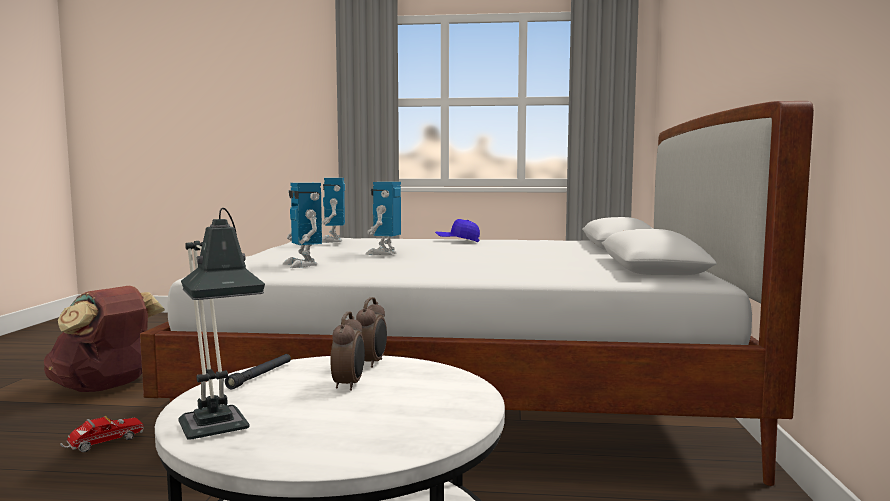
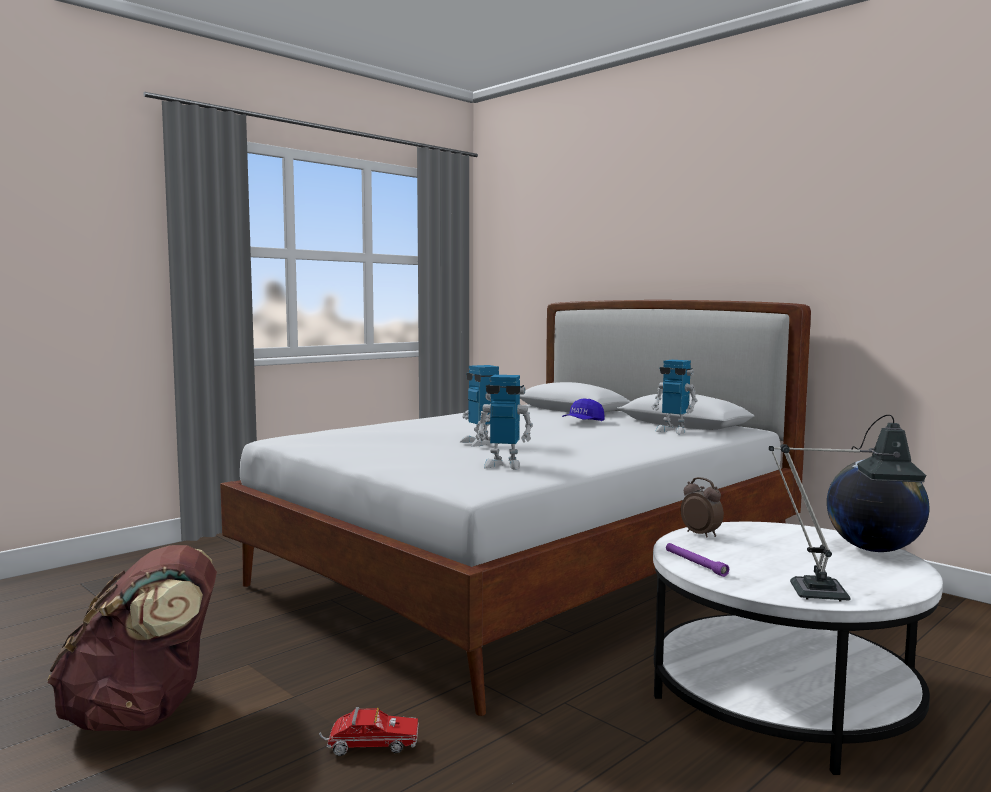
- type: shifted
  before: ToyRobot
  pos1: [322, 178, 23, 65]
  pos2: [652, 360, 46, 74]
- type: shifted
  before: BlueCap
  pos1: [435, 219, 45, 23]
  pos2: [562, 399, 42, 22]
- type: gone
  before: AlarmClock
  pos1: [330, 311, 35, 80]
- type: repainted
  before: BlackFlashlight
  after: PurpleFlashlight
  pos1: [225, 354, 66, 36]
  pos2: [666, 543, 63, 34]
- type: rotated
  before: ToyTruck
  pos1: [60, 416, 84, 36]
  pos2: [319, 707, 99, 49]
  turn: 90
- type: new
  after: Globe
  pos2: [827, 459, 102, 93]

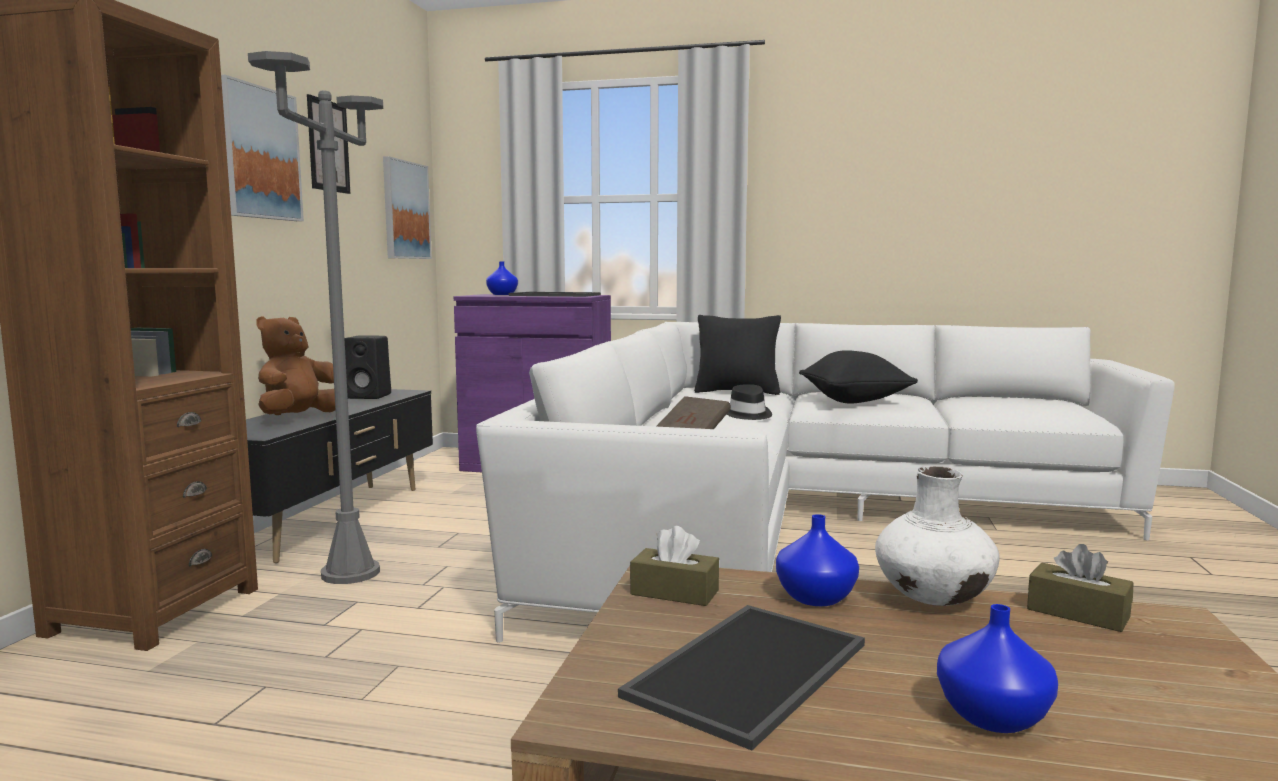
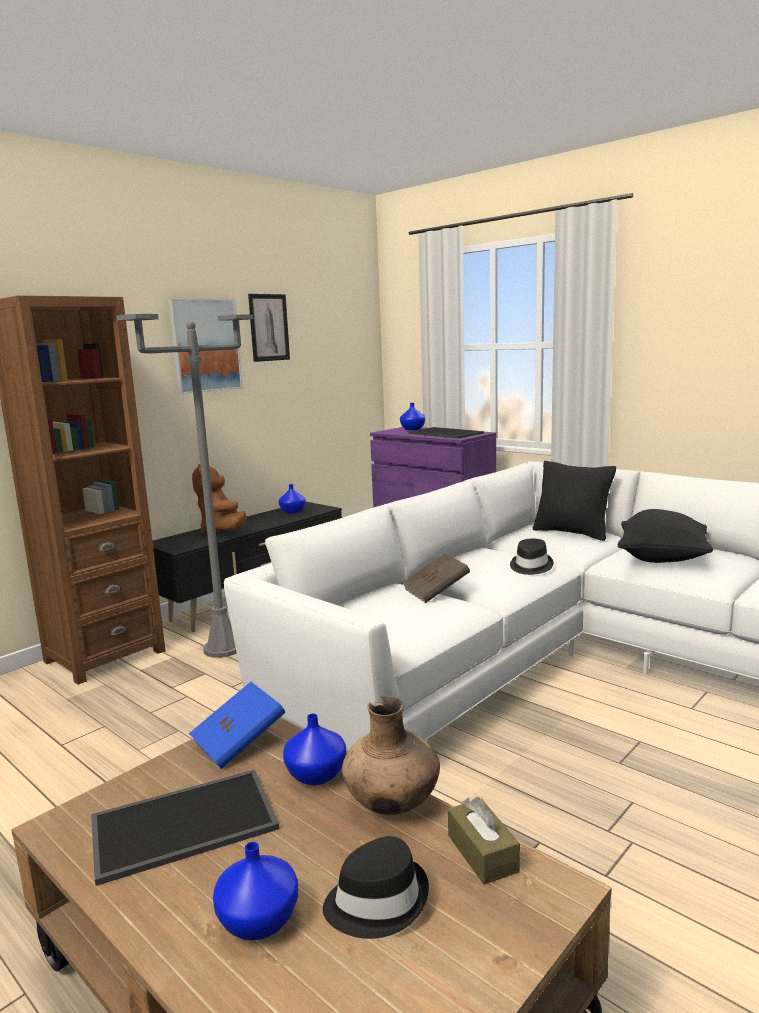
- type: gone
  before: Picture
  pos1: [383, 156, 49, 103]
- type: rotated
  before: BrownPlushToy
  pos1: [257, 316, 78, 99]
  pos2: [192, 464, 54, 71]
  turn: -75
- type: swapped
  before: BlackSpeaker
  after: BlueVase
  pos1: [345, 335, 46, 64]
  pos2: [279, 484, 27, 30]
- type: repainted
  before: WhiteVase
  after: BrownVase
  pos1: [875, 466, 125, 140]
  pos2: [342, 696, 98, 119]
- type: swapped
  before: BrownTissueBox
  after: BlueBook
  pos1: [630, 526, 89, 80]
  pos2: [189, 682, 96, 87]
- type: new
  after: BlackHat
  pos2: [323, 836, 106, 103]

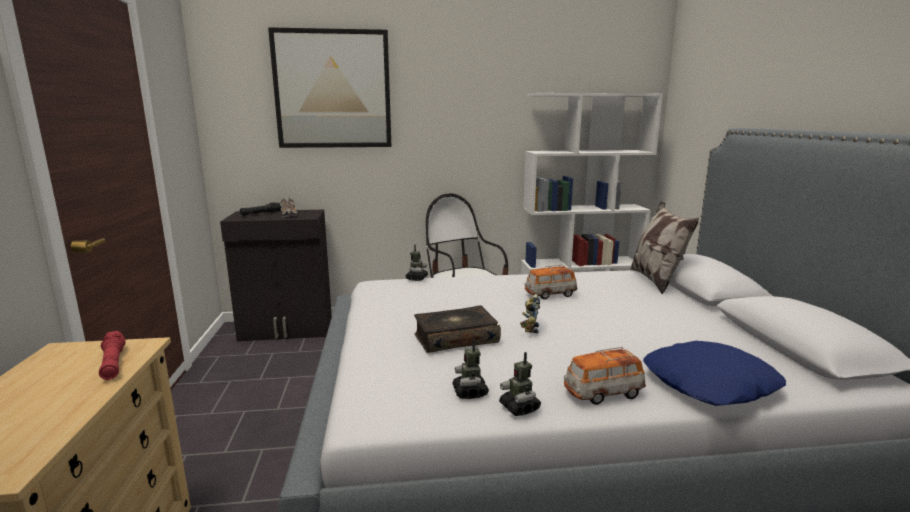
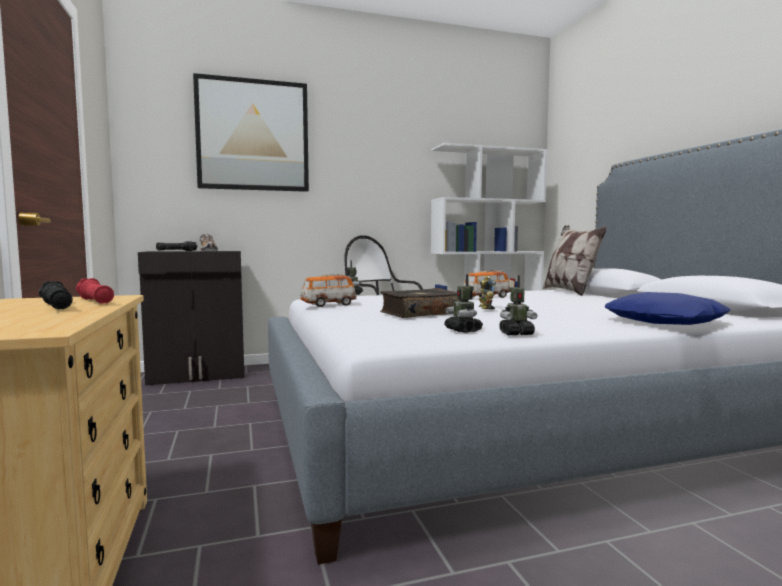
- type: shifted
  before: ToyCar
  pos1: [564, 347, 82, 58]
  pos2: [300, 274, 57, 33]
- type: rotated
  before: ToyRobot
  pos1: [499, 352, 42, 64]
  pos2: [499, 275, 38, 60]
  turn: -60
- type: new
  after: BlackFlashlight
  pos2: [39, 281, 34, 28]

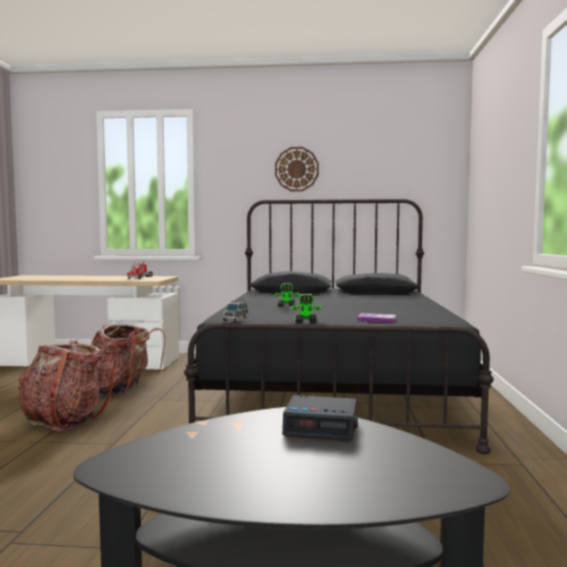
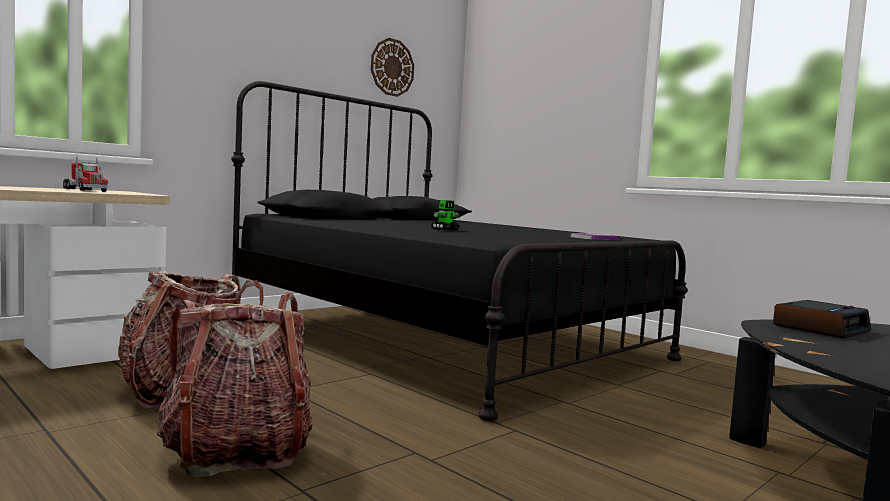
- type: shifted
  before: WallClock
  pos1: [275, 147, 44, 45]
  pos2: [371, 38, 43, 59]
- type: gone
  before: ToyRobot
  pos1: [289, 294, 35, 28]
- type: gone
  before: GreyToyCar
  pos1: [223, 300, 25, 22]

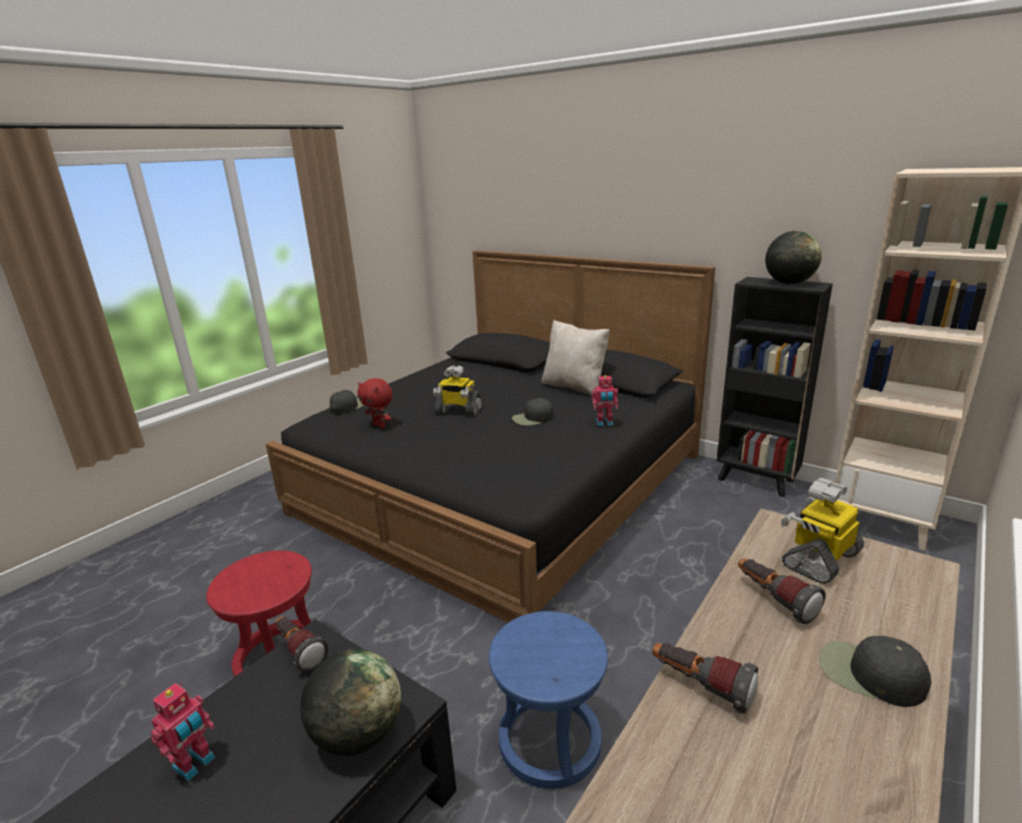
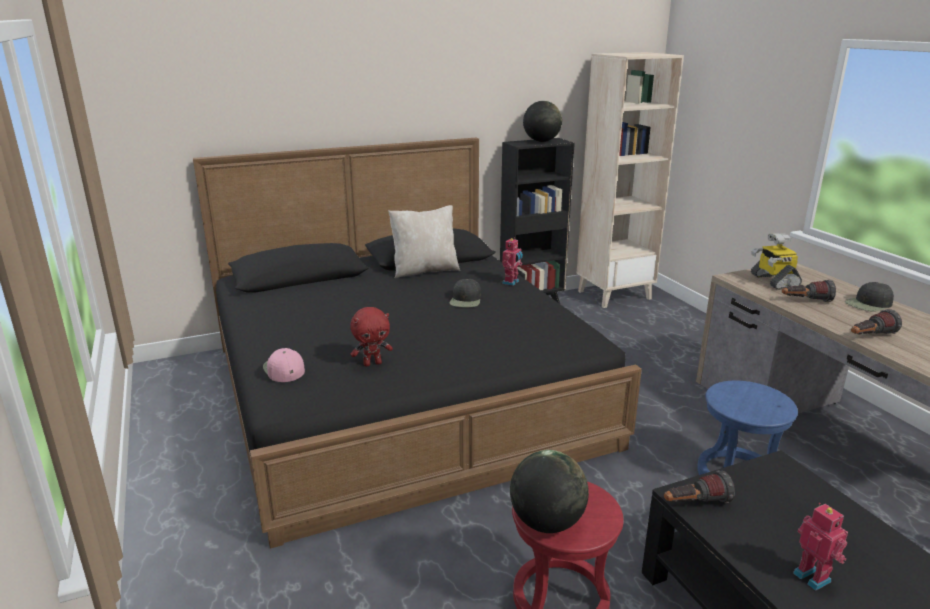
- type: gone
  before: ToyRobot
  pos1: [433, 365, 49, 51]
- type: repainted
  before: BlackCap
  after: PinkCap
  pos1: [330, 390, 34, 24]
  pos2: [263, 348, 42, 34]
- type: shifted
  before: Globe
  pos1: [300, 649, 101, 107]
  pos2: [510, 450, 79, 83]

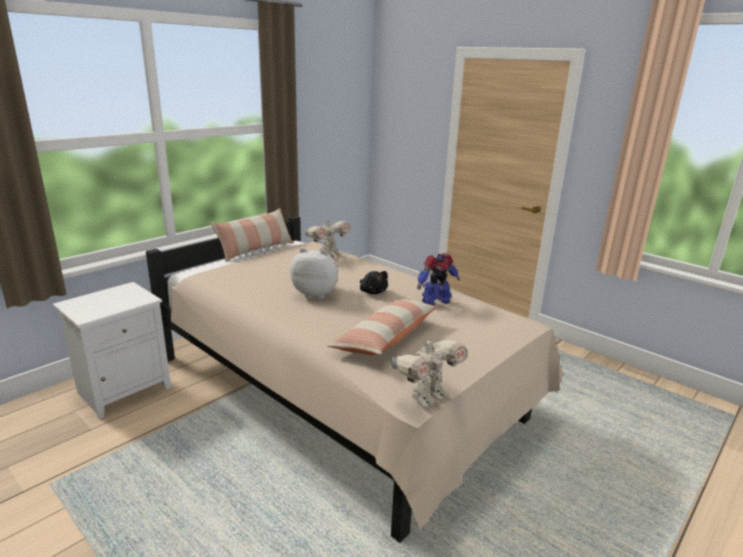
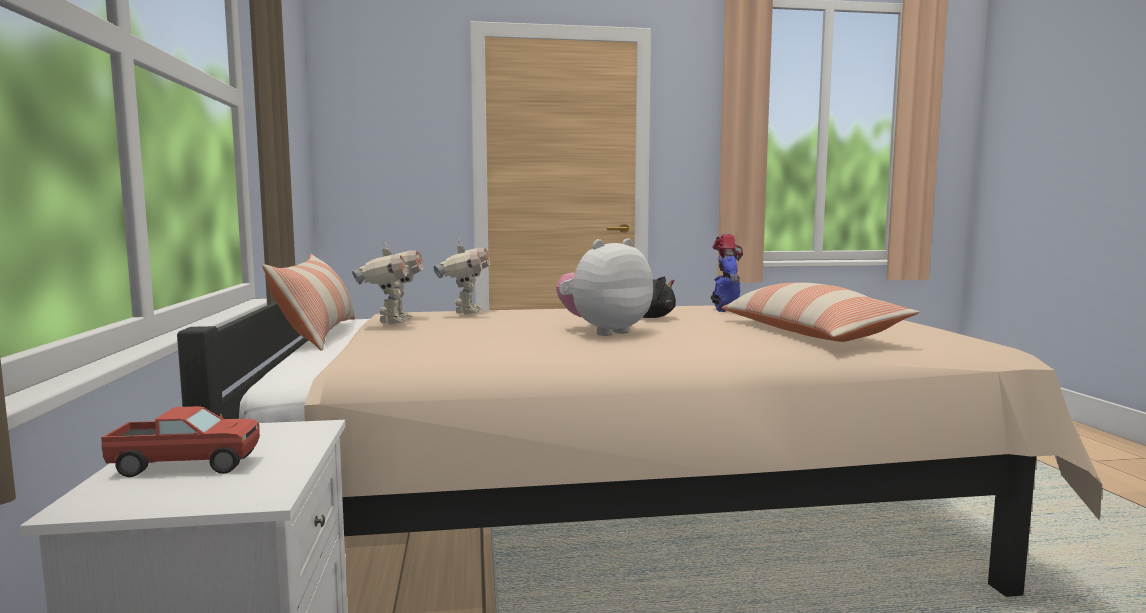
- type: shifted
  before: ToyRobot
  pos1: [391, 334, 77, 72]
  pos2: [352, 240, 72, 84]
- type: new
  after: ToyTruck
  pos2: [101, 406, 159, 71]

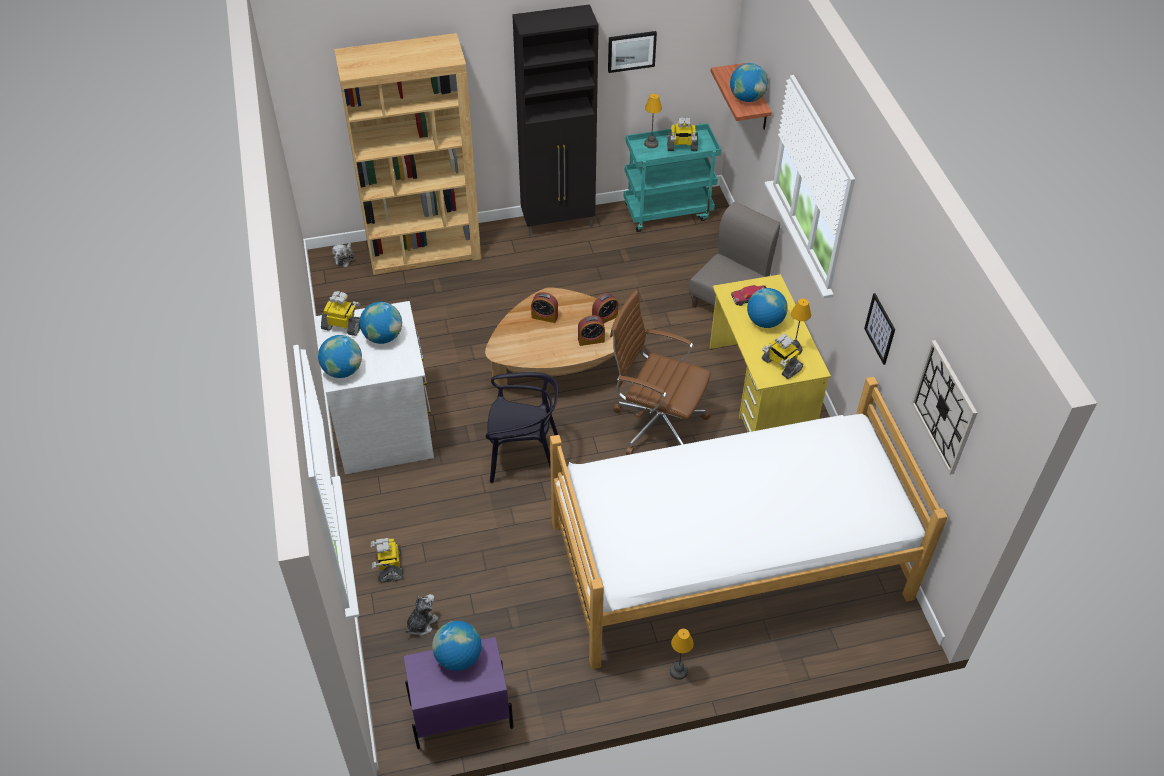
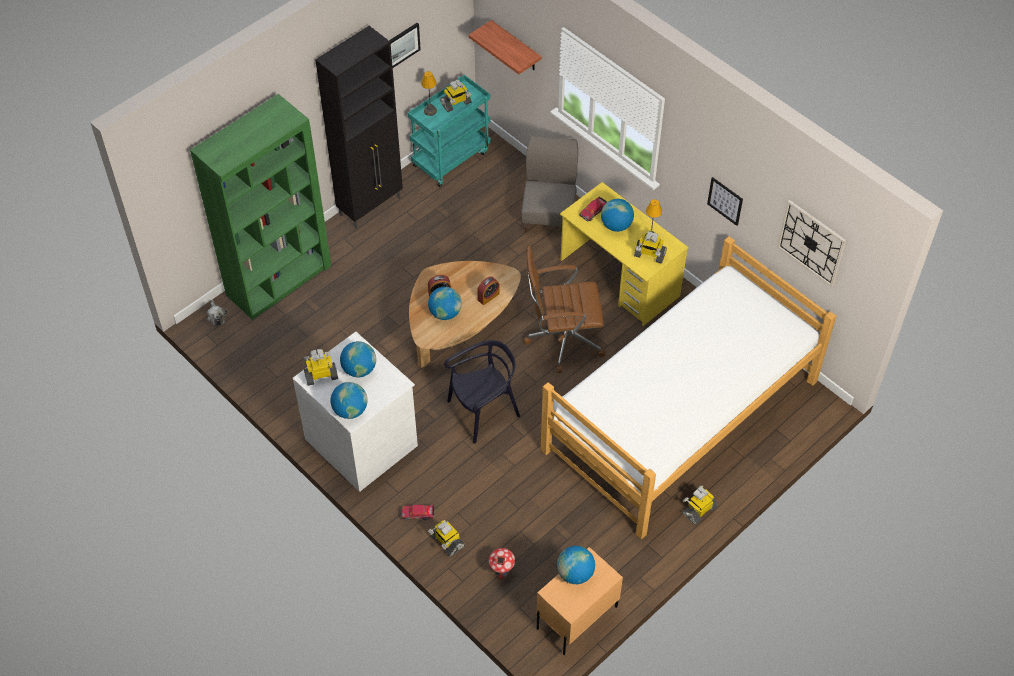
- type: repainted
  before: BrownBookcase
  after: GreenBookcase
  pos1: [334, 33, 147, 242]
  pos2: [190, 94, 141, 226]
- type: shifted
  before: Globe
  pos1: [730, 63, 38, 39]
  pos2: [428, 287, 34, 33]
- type: gone
  before: AlarmClock
  pos1: [592, 293, 26, 30]
- type: swapped
  before: PlushToy
  after: ToyHouse
  pos1: [405, 594, 34, 41]
  pos2: [489, 548, 26, 32]
- type: swapped
  before: TableLamp
  after: ToyRobot
  pos1: [669, 629, 25, 51]
  pos2: [682, 485, 36, 40]
- type: repainted
  before: PurpleNightstand
  after: BeigeNightstand
  pos1: [404, 637, 110, 112]
  pos2: [537, 547, 86, 108]
- type: new
  after: ToyCar
  pos2: [402, 504, 32, 17]

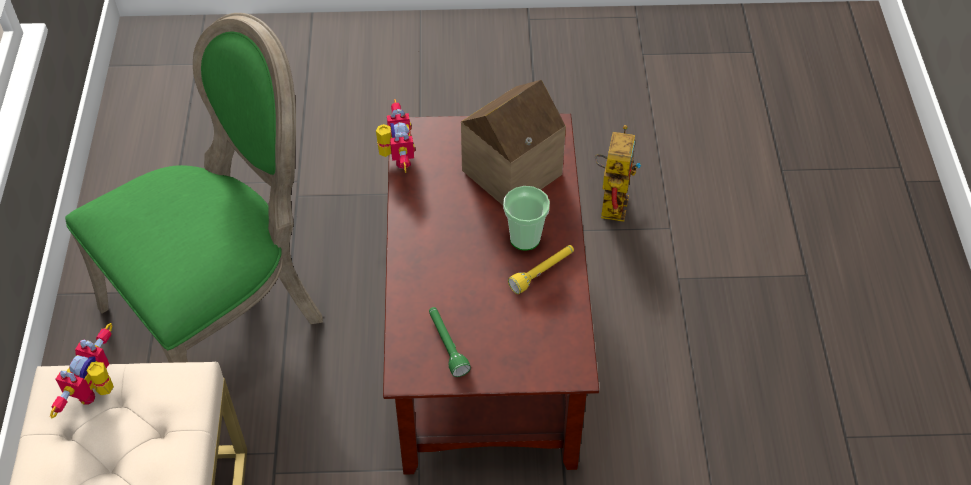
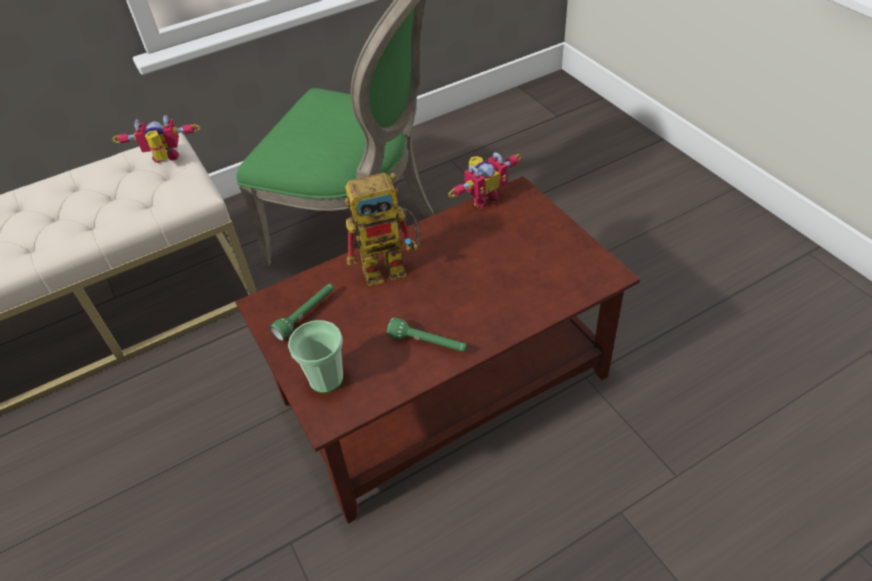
- type: gone
  before: ToyHouse
  pos1: [461, 80, 105, 125]
- type: shifted
  before: ToyRobot
  pos1: [595, 125, 46, 97]
  pos2: [345, 172, 75, 115]
- type: shifted
  before: Cup
  pos1: [503, 186, 47, 65]
  pos2: [288, 320, 55, 73]
- type: repainted
  before: YellowFlashlight
  after: GreenFlashlight
  pos1: [508, 245, 66, 49]
  pos2: [387, 317, 80, 35]

